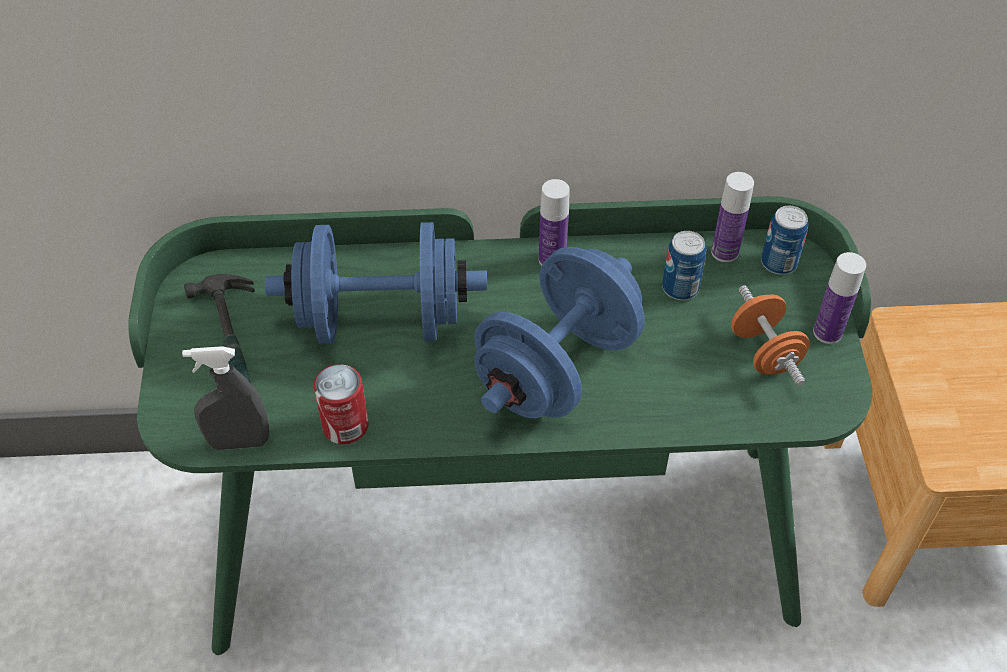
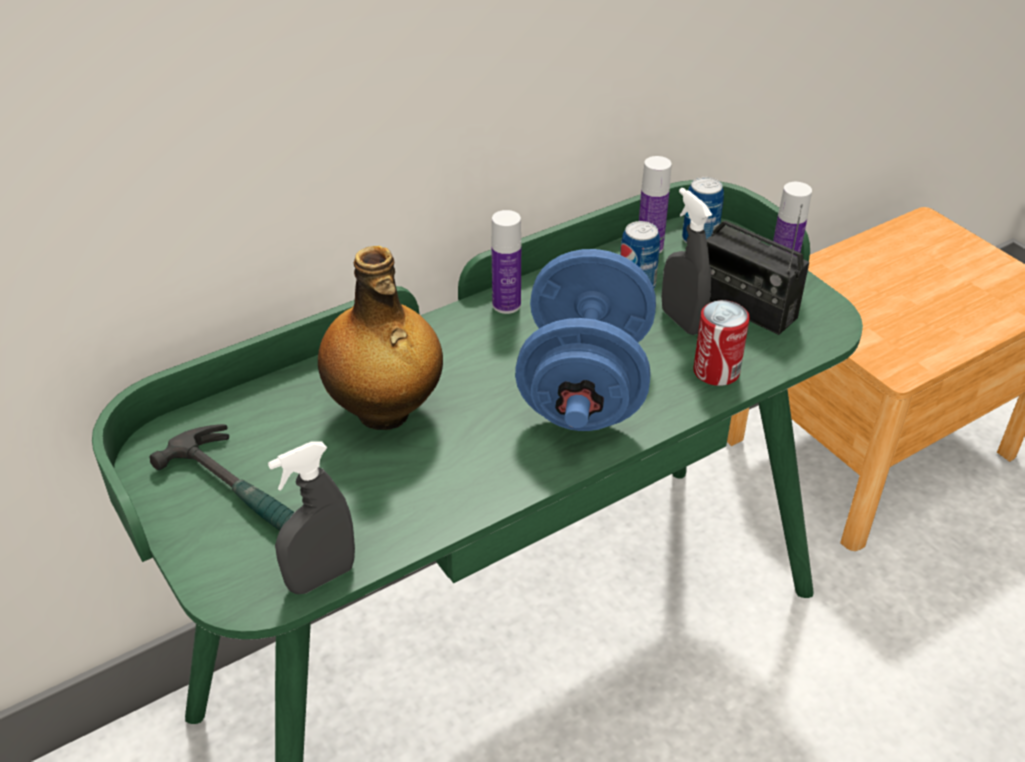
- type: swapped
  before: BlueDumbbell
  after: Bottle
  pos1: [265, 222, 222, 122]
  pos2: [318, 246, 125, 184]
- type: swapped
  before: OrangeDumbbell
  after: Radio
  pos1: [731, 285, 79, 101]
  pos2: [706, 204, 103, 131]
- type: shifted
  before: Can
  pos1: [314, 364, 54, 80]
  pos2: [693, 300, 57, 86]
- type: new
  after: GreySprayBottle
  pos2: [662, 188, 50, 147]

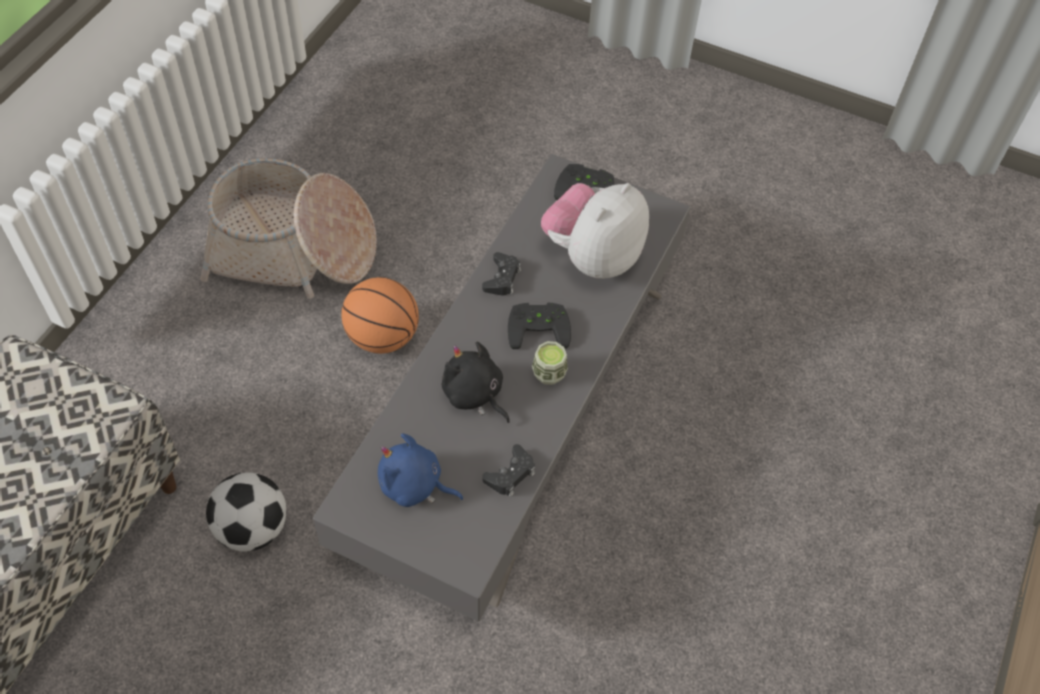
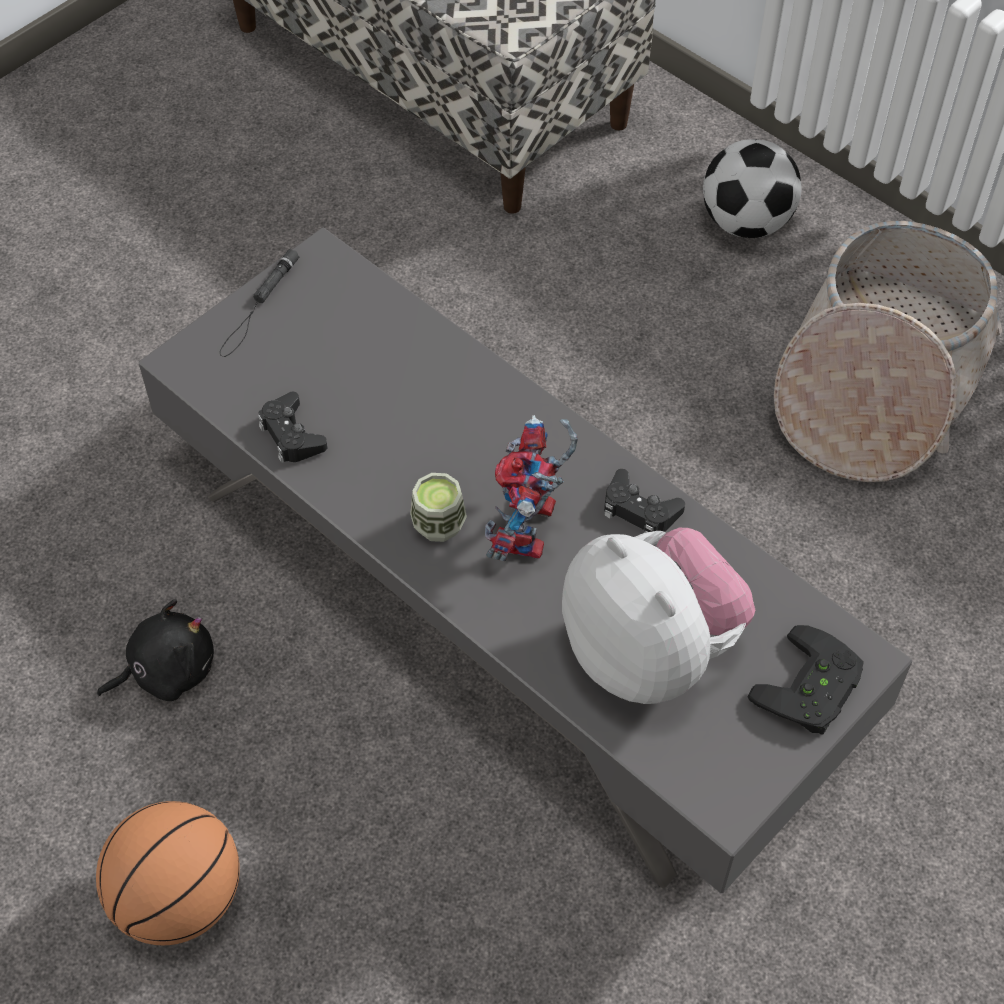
- type: shifted
  before: Basketball
  pos1: [341, 277, 78, 77]
  pos2: [96, 801, 144, 144]
- type: swapped
  before: BlackGameController
  after: ToyRobot
  pos1: [508, 303, 63, 46]
  pos2: [485, 415, 93, 146]
- type: shifted
  before: BlackPlushToy
  pos1: [442, 341, 68, 82]
  pos2: [97, 599, 117, 102]
- type: gone
  before: BluePlushToy
  pos1: [378, 433, 85, 74]
- type: shifted
  before: Football
  pos1: [206, 472, 80, 80]
  pos2: [703, 139, 98, 99]
- type: new
  after: BlackFlashlight
  pos2: [220, 249, 79, 108]

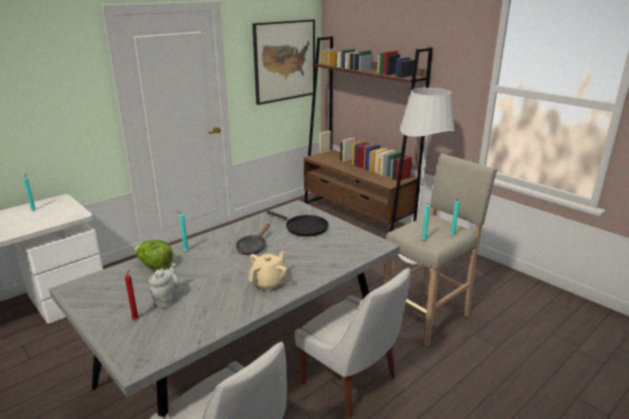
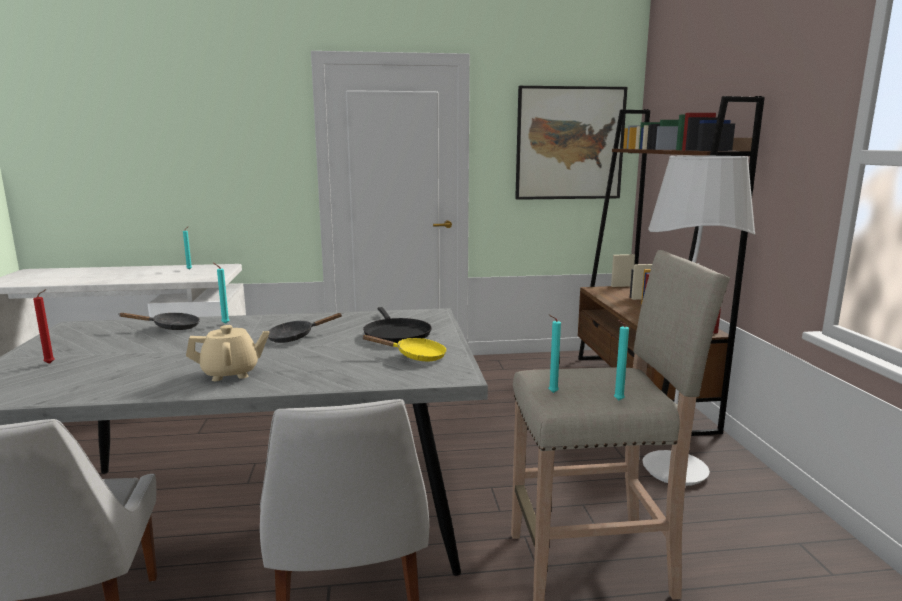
- type: swapped
  before: Lettuce
  after: BlackFryingPan
  pos1: [135, 240, 38, 30]
  pos2: [119, 313, 81, 17]
- type: gone
  before: GreyTeapot
  pos1: [149, 263, 30, 45]
- type: new
  after: YellowFryingPan
  pos2: [362, 335, 85, 26]

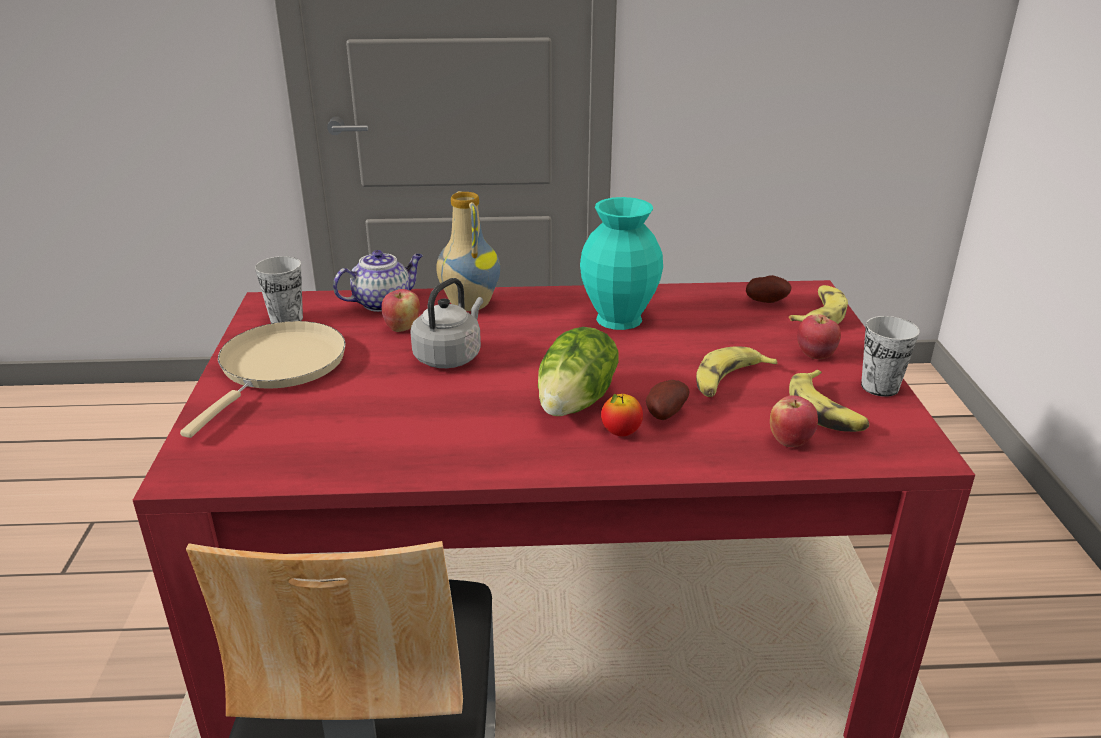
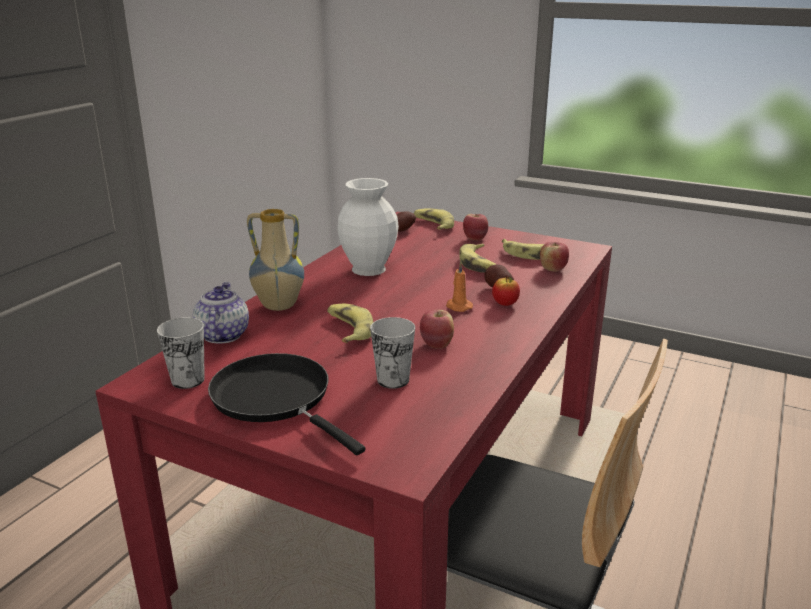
- type: repainted
  before: TurquoiseVase
  after: WhiteVase
  pos1: [580, 197, 83, 133]
  pos2: [337, 178, 62, 98]
- type: swapped
  before: GreyKettle
  after: Banana
  pos1: [410, 278, 73, 90]
  pos2: [327, 304, 46, 39]
- type: shifted
  before: Apple
  pos1: [381, 289, 39, 43]
  pos2: [420, 310, 34, 39]
- type: shifted
  before: Cup
  pos1: [861, 316, 59, 81]
  pos2: [370, 317, 45, 72]
- type: repainted
  before: BeigeFryingPan
  after: BlackFryingPan
  pos1: [180, 321, 166, 117]
  pos2: [208, 353, 157, 102]
- type: swapped
  before: Lettuce
  after: OrangeCandle
  pos1: [538, 327, 81, 89]
  pos2: [446, 262, 27, 50]

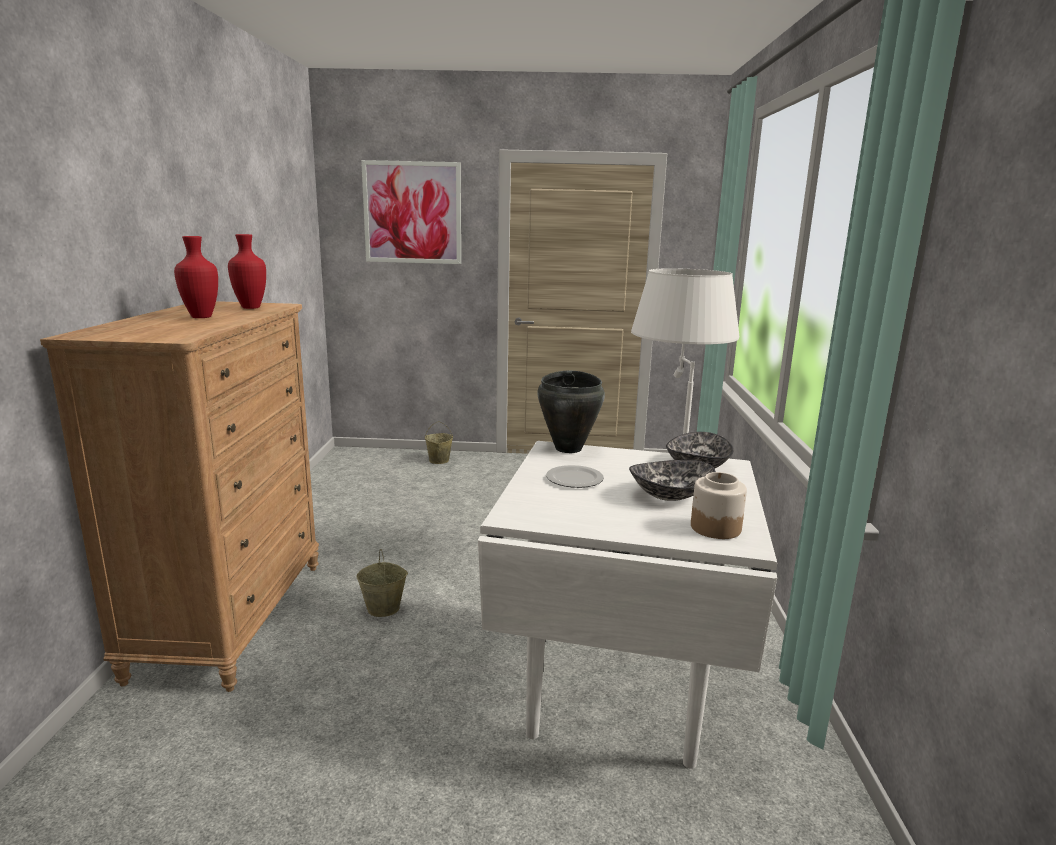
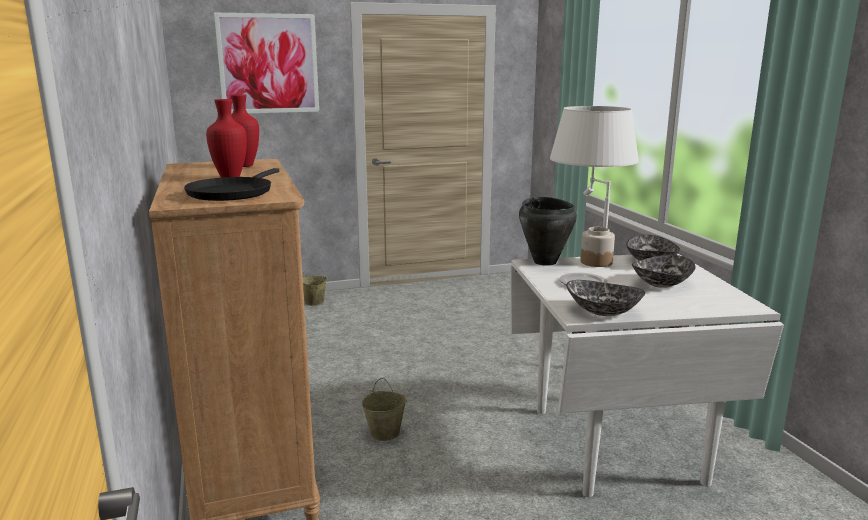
- type: shifted
  before: Jar
  pos1: [691, 472, 56, 67]
  pos2: [580, 227, 35, 40]
- type: new
  after: BlackFryingPan
  pos2: [184, 168, 95, 33]
- type: new
  after: Bowl
  pos2: [566, 280, 79, 36]

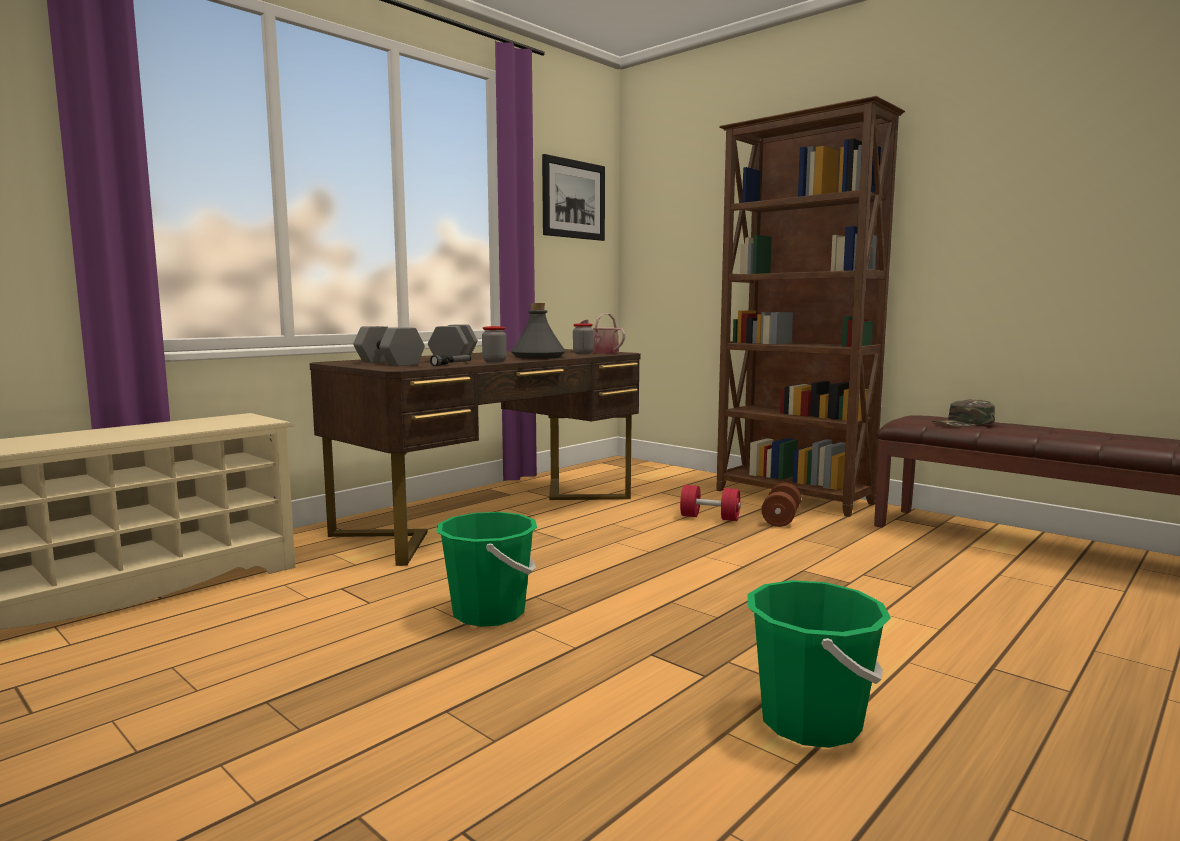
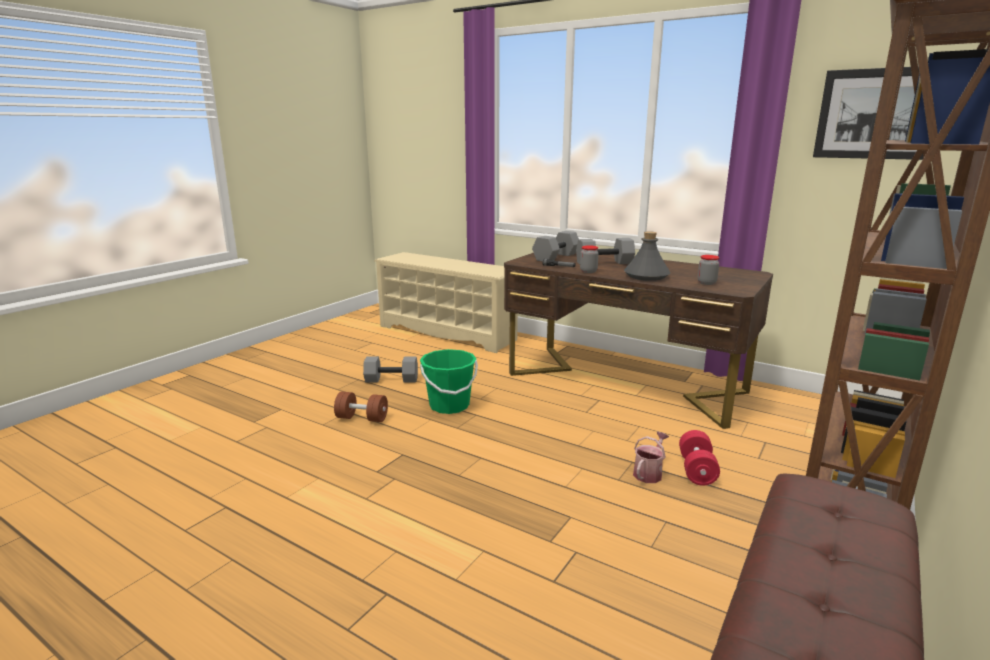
- type: shifted
  before: WateringCan
  pos1: [581, 313, 44, 40]
  pos2: [633, 432, 36, 51]
- type: gone
  before: GreenCap
  pos1: [932, 399, 63, 28]
- type: shifted
  before: BrownDumbbell
  pos1: [761, 482, 40, 45]
  pos2: [334, 391, 54, 31]
- type: gone
  before: GreenBucket
  pos1: [747, 580, 144, 168]
- type: new
  after: GreyDumbbell
  pos2: [363, 357, 55, 25]

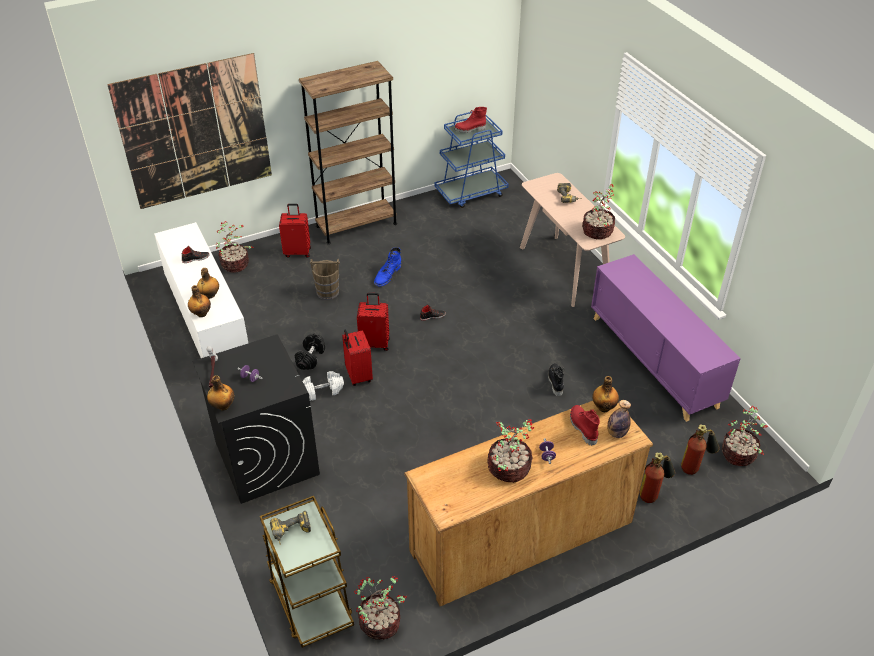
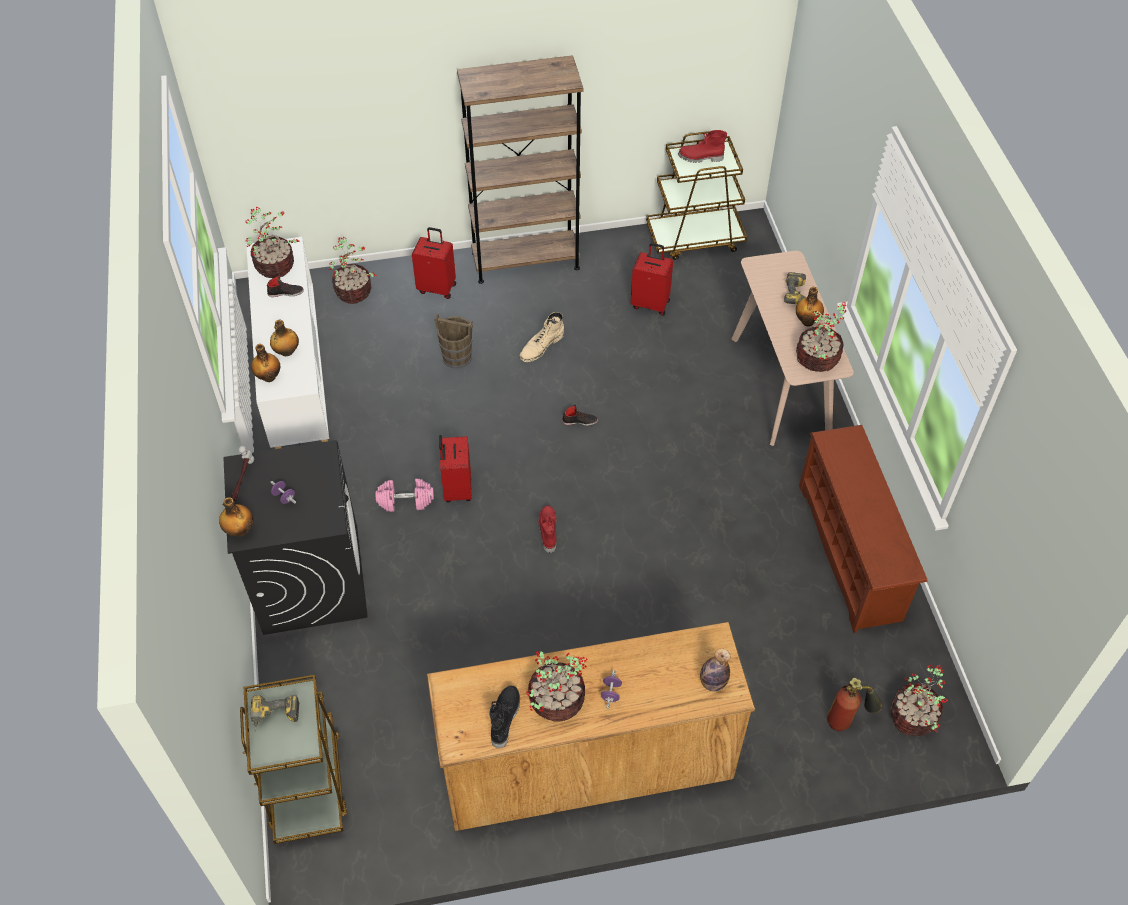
- type: gone
  before: Picture
  pos1: [107, 53, 165, 156]
- type: repainted
  before: BlueCart
  after: BrownCart
  pos1: [434, 112, 75, 96]
  pos2: [646, 131, 101, 129]
- type: repainted
  before: BlueBoot
  after: BeigeBoot
  pos1: [374, 247, 27, 40]
  pos2: [519, 312, 45, 50]
- type: swapped
  before: PurpleCabinet
  after: BrownShoeRack
  pos1: [591, 254, 150, 168]
  pos2: [799, 425, 129, 208]
- type: shifted
  before: RedSuitcase
  pos1: [357, 293, 33, 58]
  pos2: [631, 243, 42, 72]
- type: gone
  before: BlackDumbbell
  pos1: [295, 334, 30, 36]
- type: shifted
  before: BlackBoot
  pos1: [548, 363, 16, 33]
  pos2: [490, 685, 30, 64]
- type: repainted
  before: WhiteDumbbell
  after: PinkDumbbell
  pos1: [303, 371, 41, 30]
  pos2: [376, 479, 58, 33]
- type: shifted
  before: Bottle
  pos1: [592, 376, 27, 36]
  pos2: [796, 287, 28, 39]
- type: shifted
  before: RedBoot
  pos1: [570, 405, 30, 41]
  pos2: [539, 506, 17, 47]
- type: gone
  before: FireExtinguisher
  pos1: [640, 452, 35, 51]
- type: shifted
  before: PottedPlant
  pos1: [354, 576, 53, 64]
  pos2: [245, 207, 55, 71]

